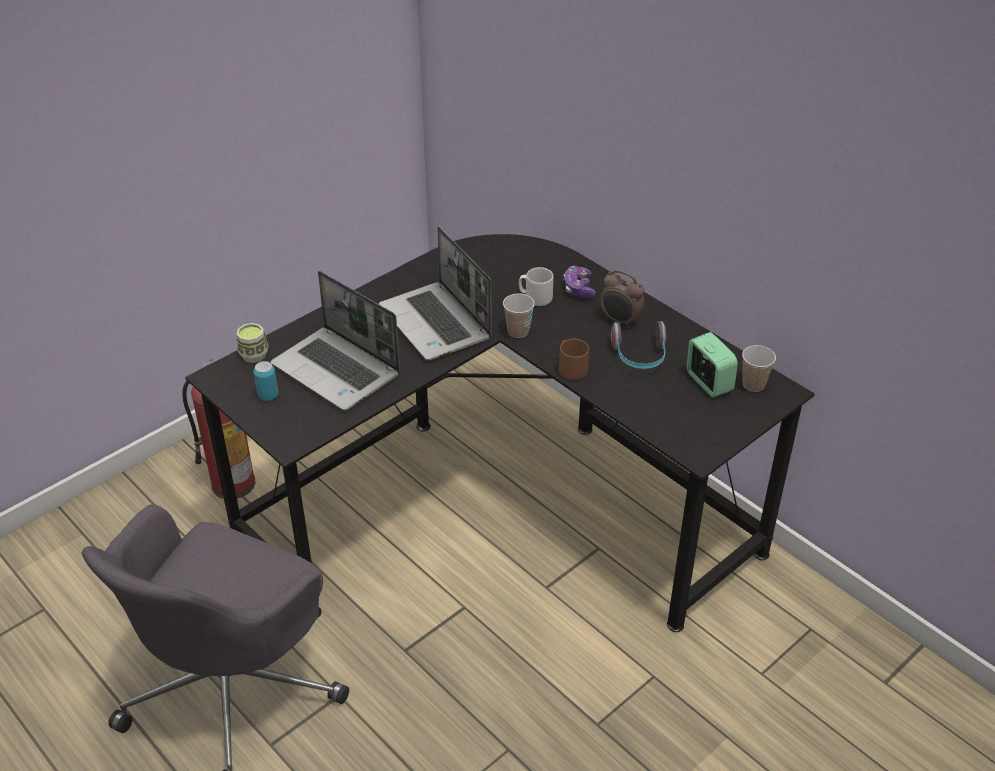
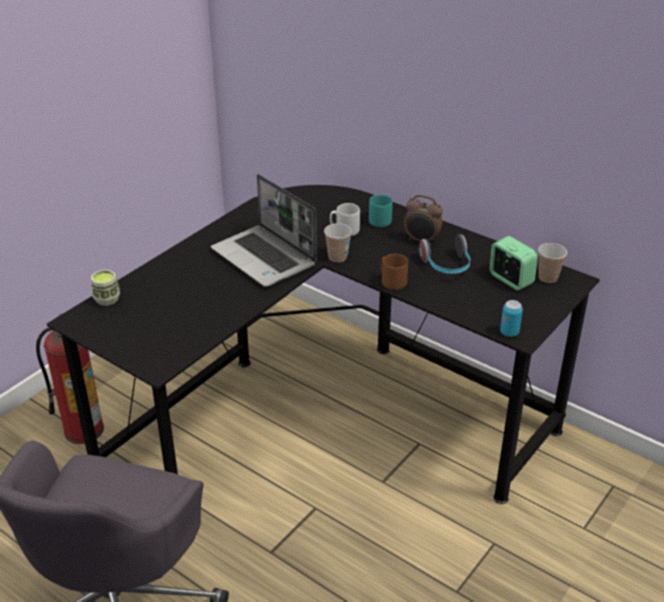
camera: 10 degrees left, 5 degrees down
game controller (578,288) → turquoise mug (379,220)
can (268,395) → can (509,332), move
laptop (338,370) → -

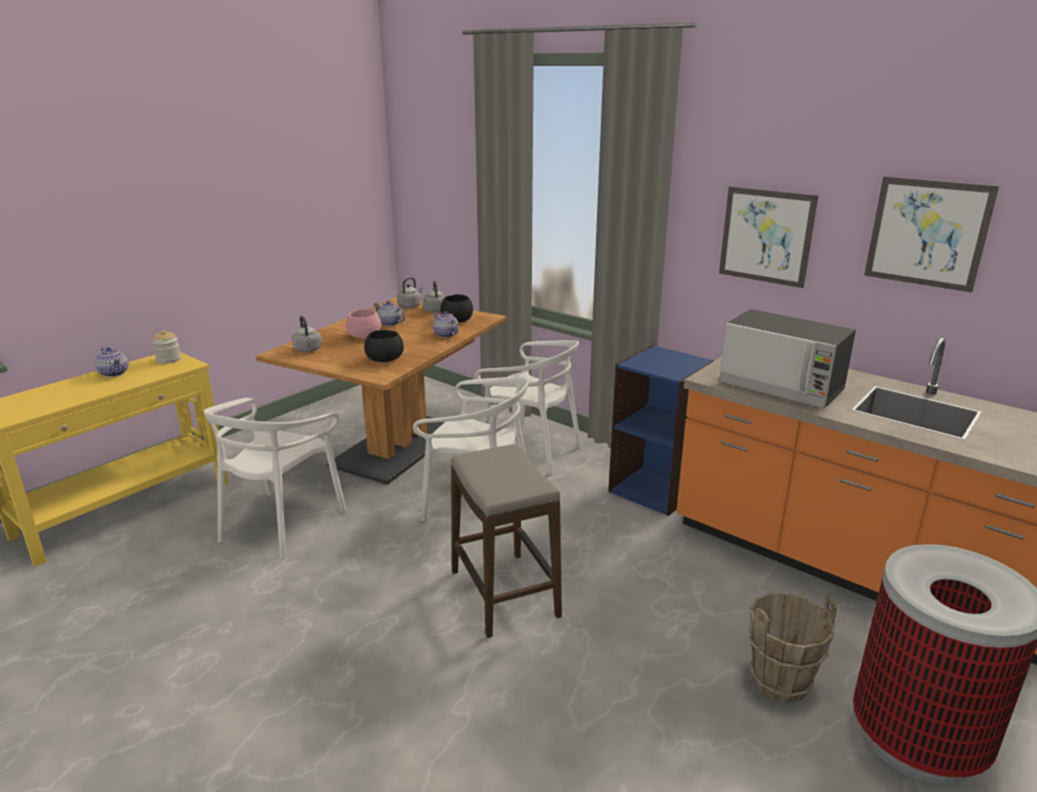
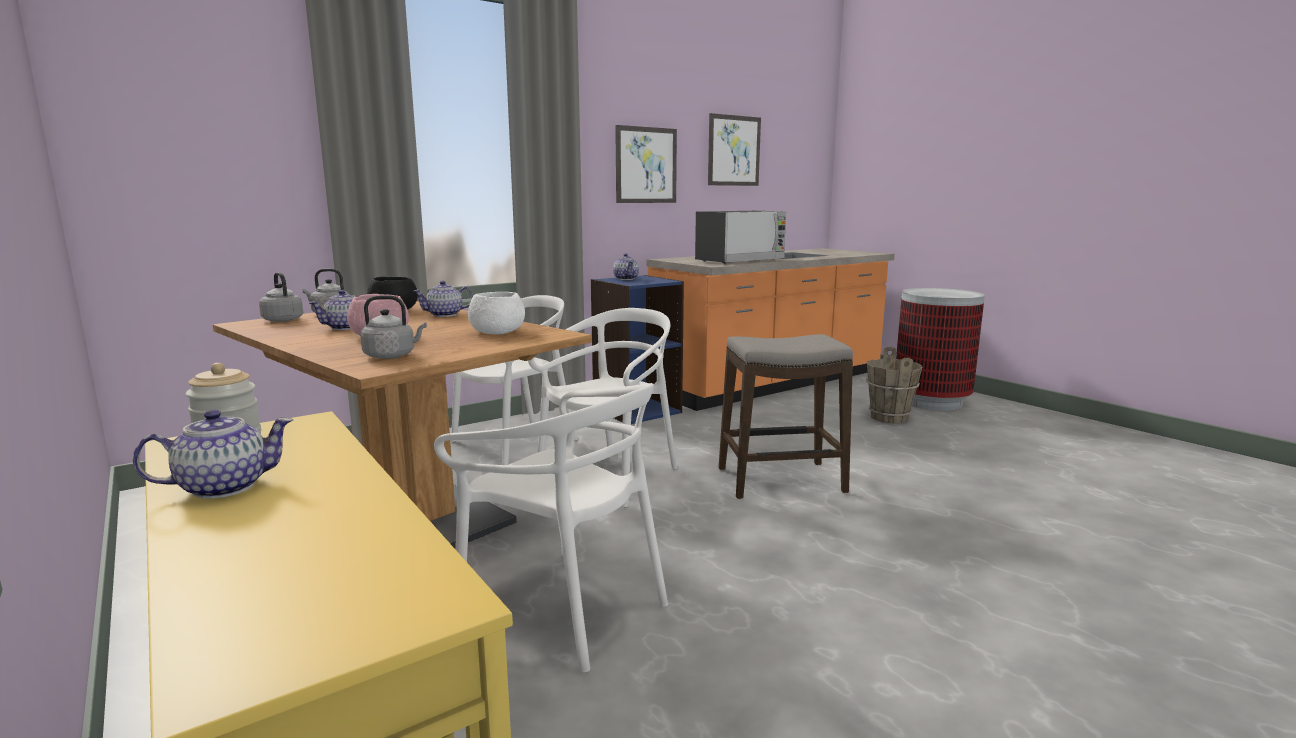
camera: 75 degrees left, 10 degrees down
black bowl (384,359) → white bowl (497,332)
- → teapot (626,278)

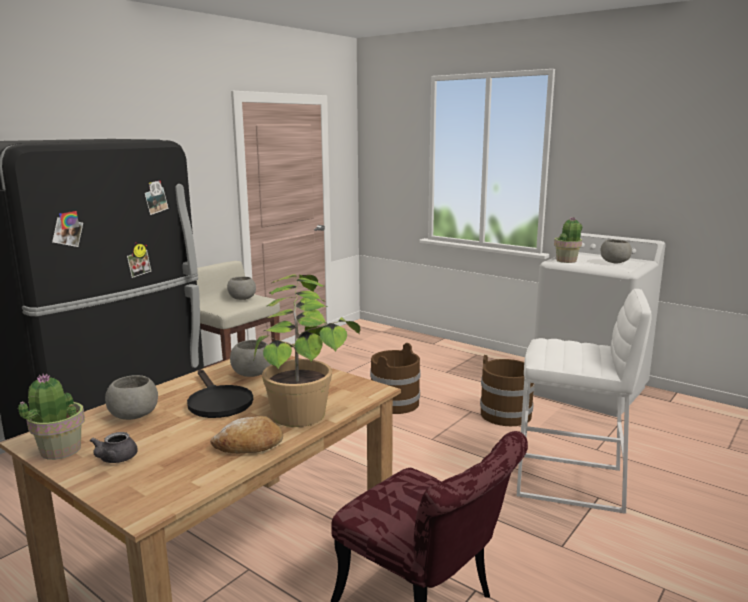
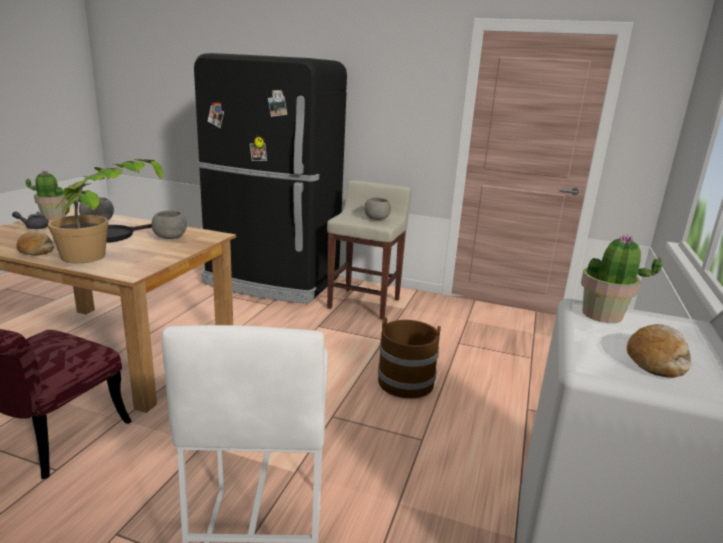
camera: 70 degrees right, 5 degrees up
grey bowl (614,262) → bread (656,360)
brown bucket (505,414) → -

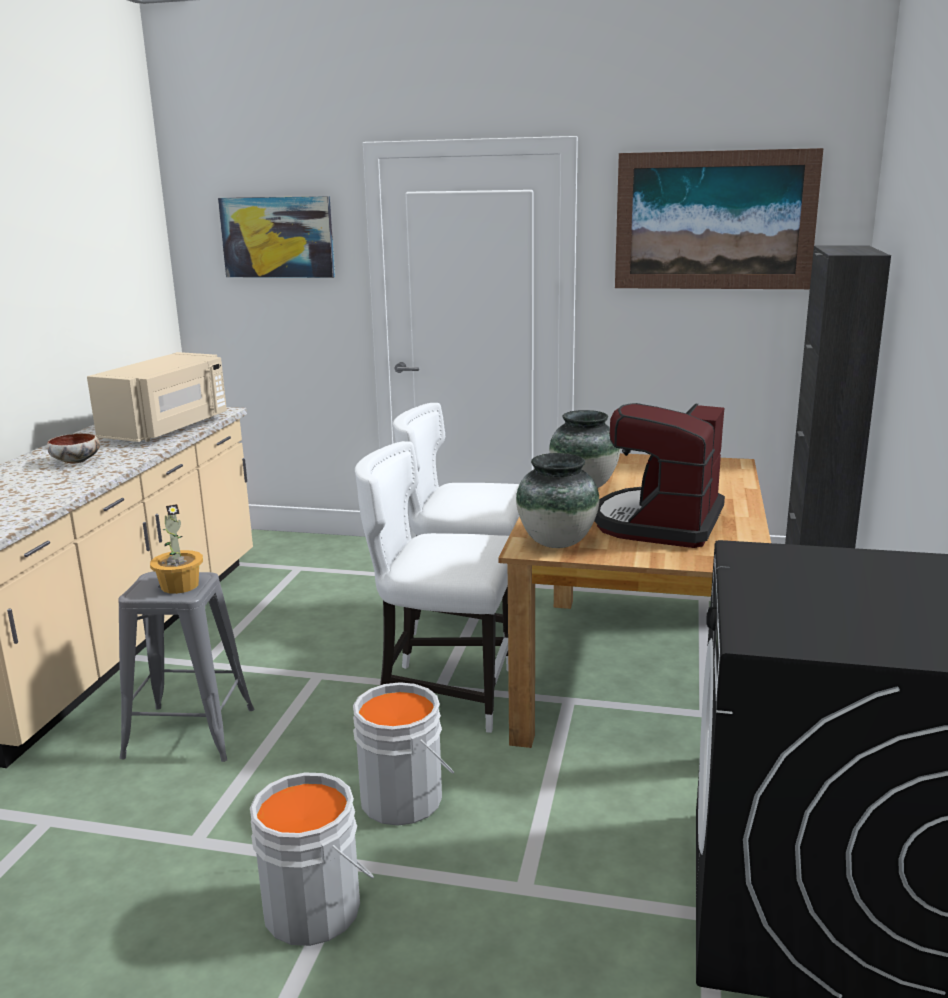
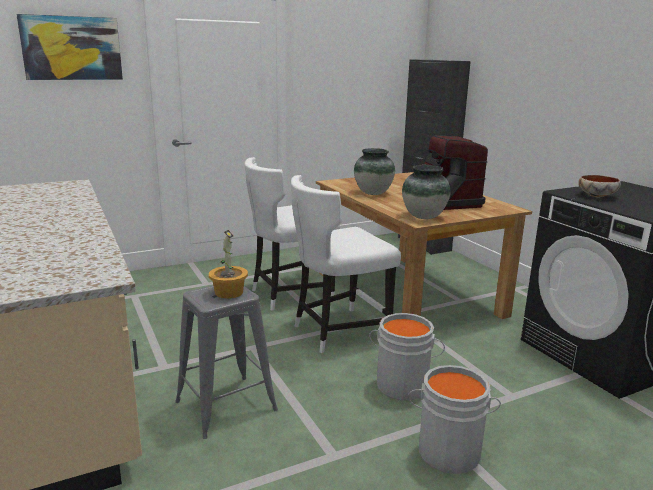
camera: 40 degrees left, 0 degrees up
bowl (76,462) → bowl (597,196), move
beige microwave (168,428) → -
picture (714,221) → -

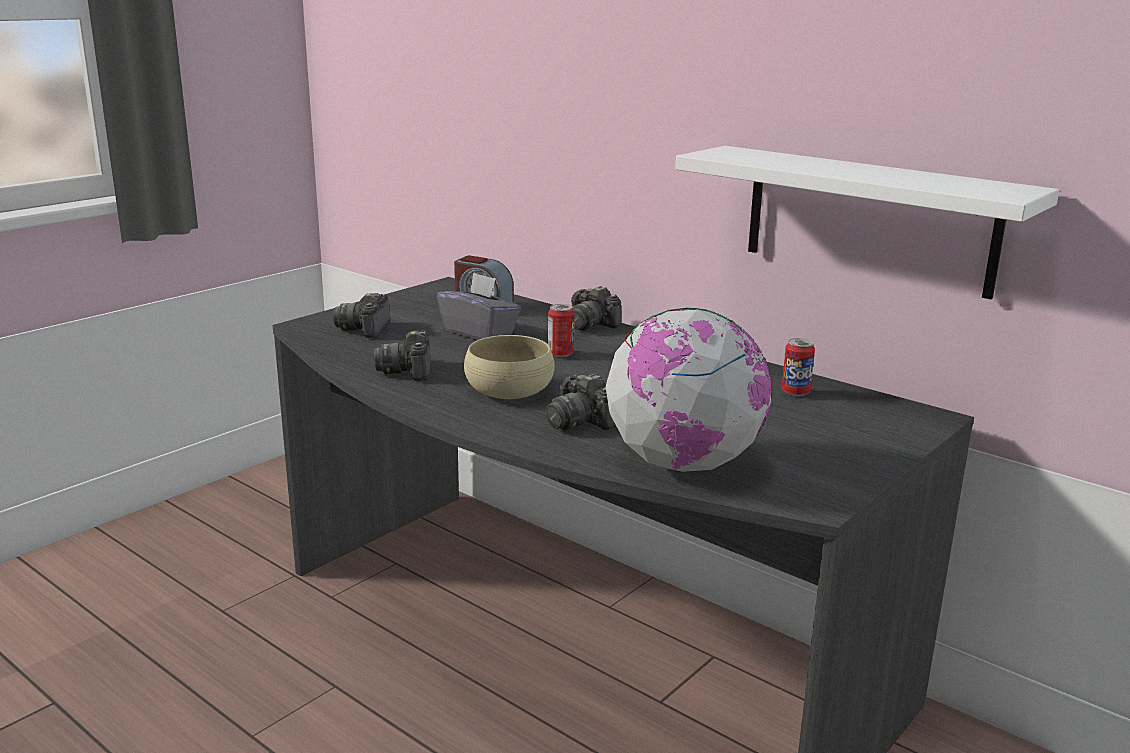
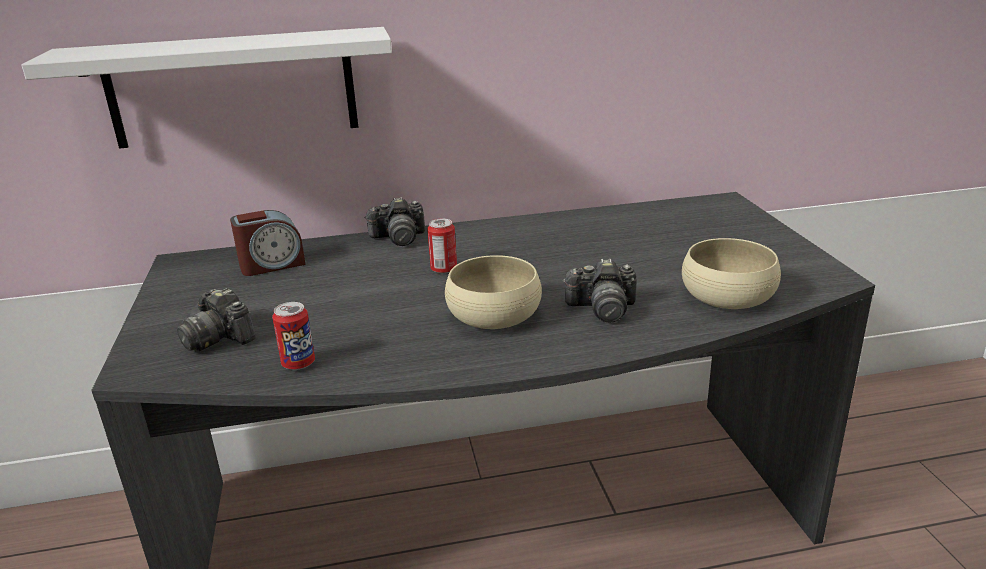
camera: 50 degrees left, 5 degrees up
white shelf (868,219) → white shelf (233,88), move
can (795,392) → can (298,363), move
globe (684,463) → beige bowl (727,297)
photo camera (409,371) → -
grey tissue box (479,333) → -

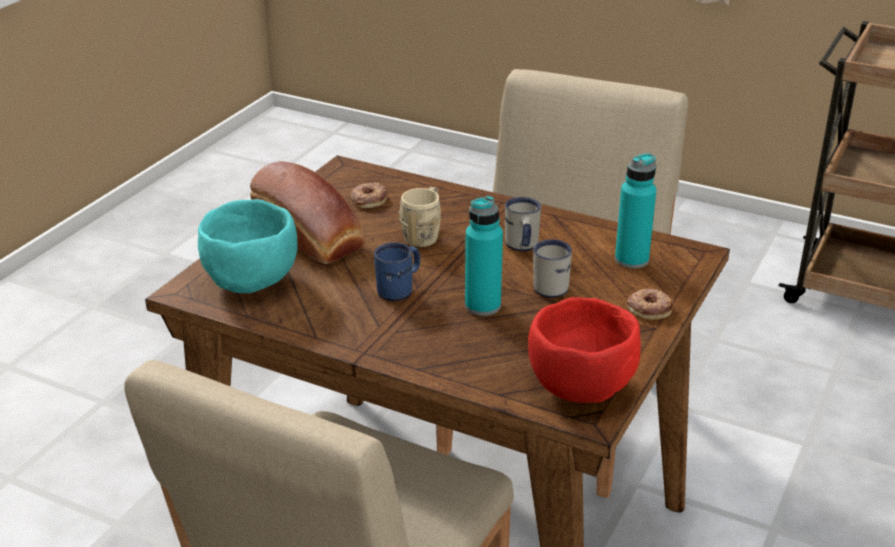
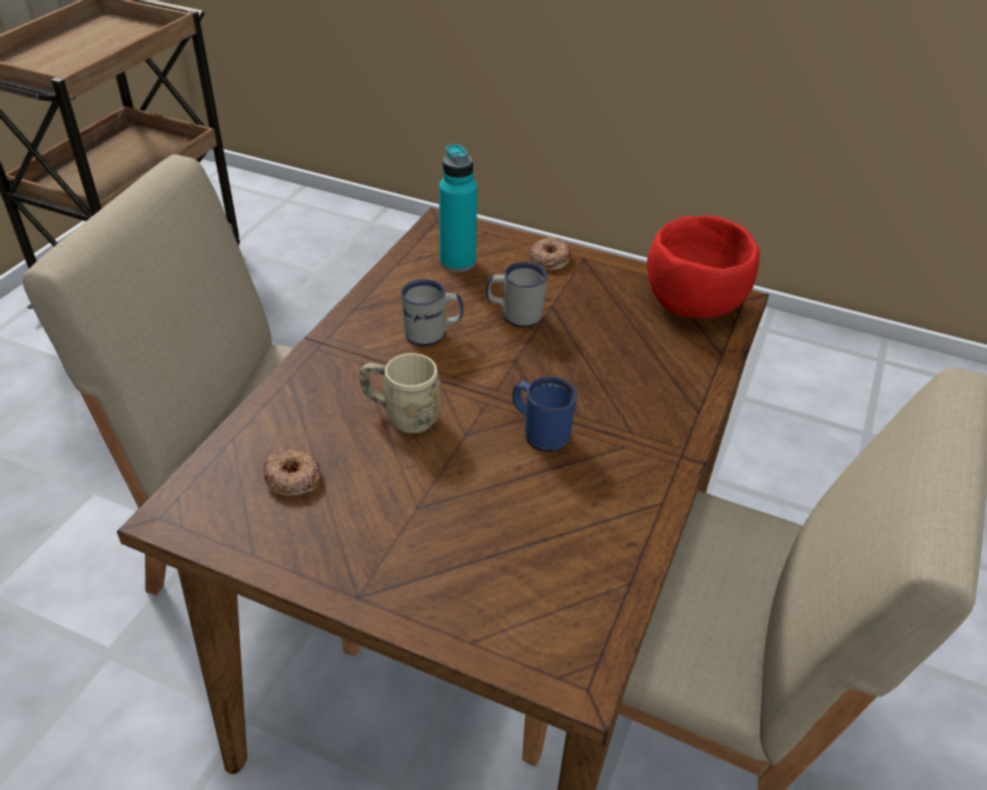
camera: 95 degrees left, 10 degrees up
turquoise bowl (253,280) → -
bread (312,238) → -
turquoise bottle (482,306) → -

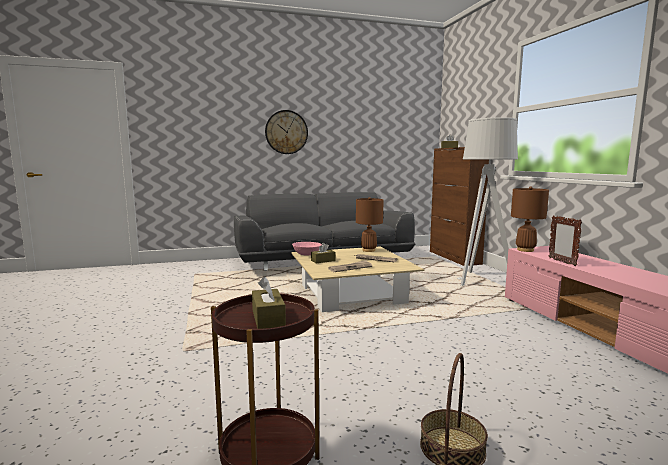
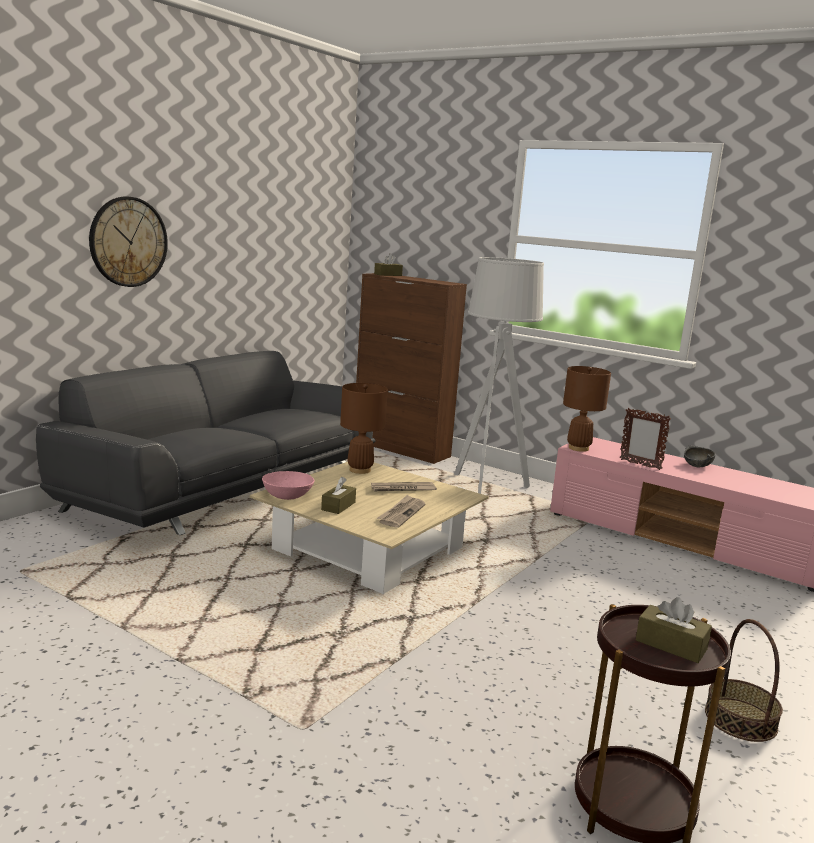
camera: 40 degrees left, 5 degrees up
- → grey bowl (697,466)

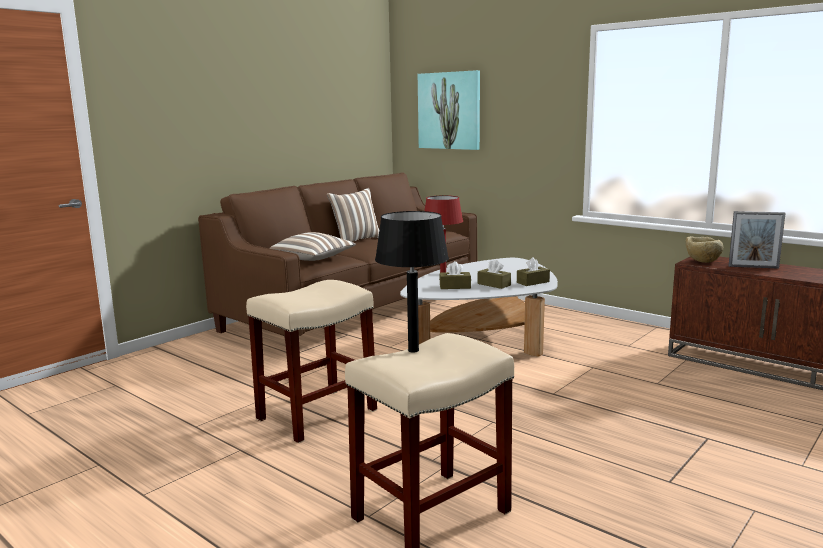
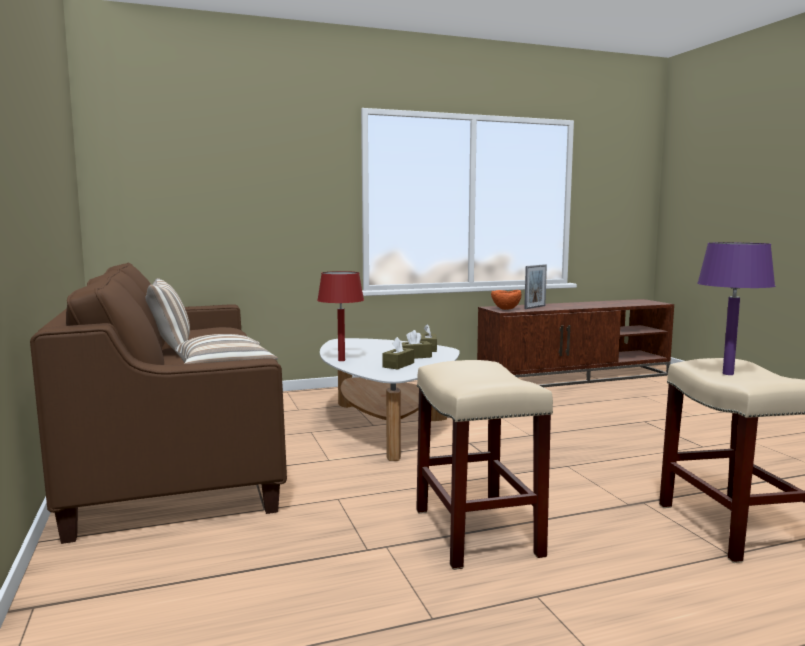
camera: 60 degrees left, 5 degrees down
beige bowl (701,262) → orange bowl (505,309)
black table lamp (413,350) → purple table lamp (728,374)
picture (449,110) → -

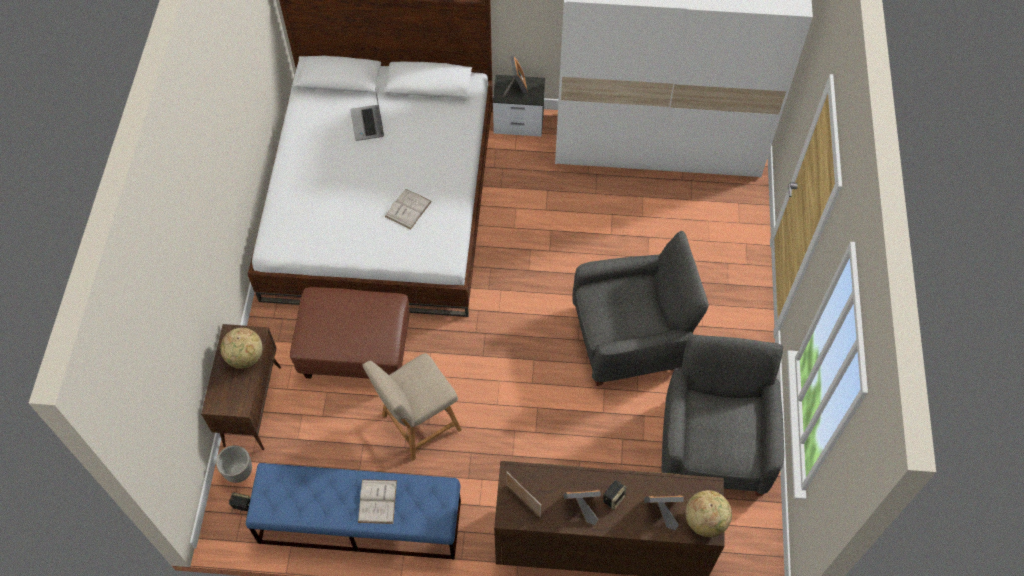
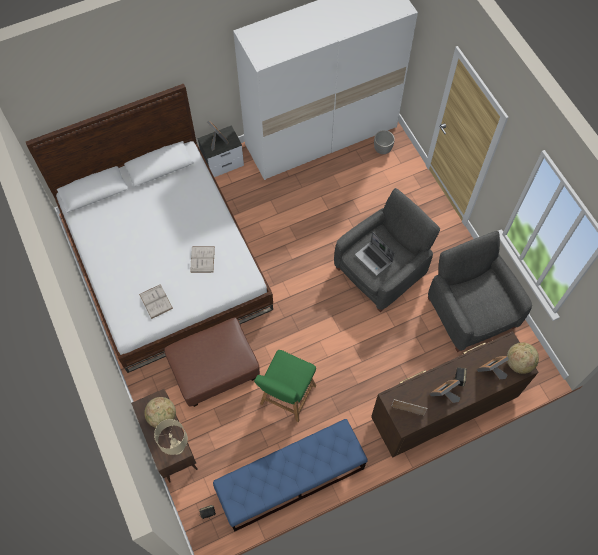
camera: 30 degrees left, 5 degrees up
white book (377,501) → white book (156,301), move
- → beige table lamp (177,447)
beige chair (418,425) → green chair (286,397)
laptop (368,124) → laptop (374,259), move
planter (239,472) → planter (382,149), move

